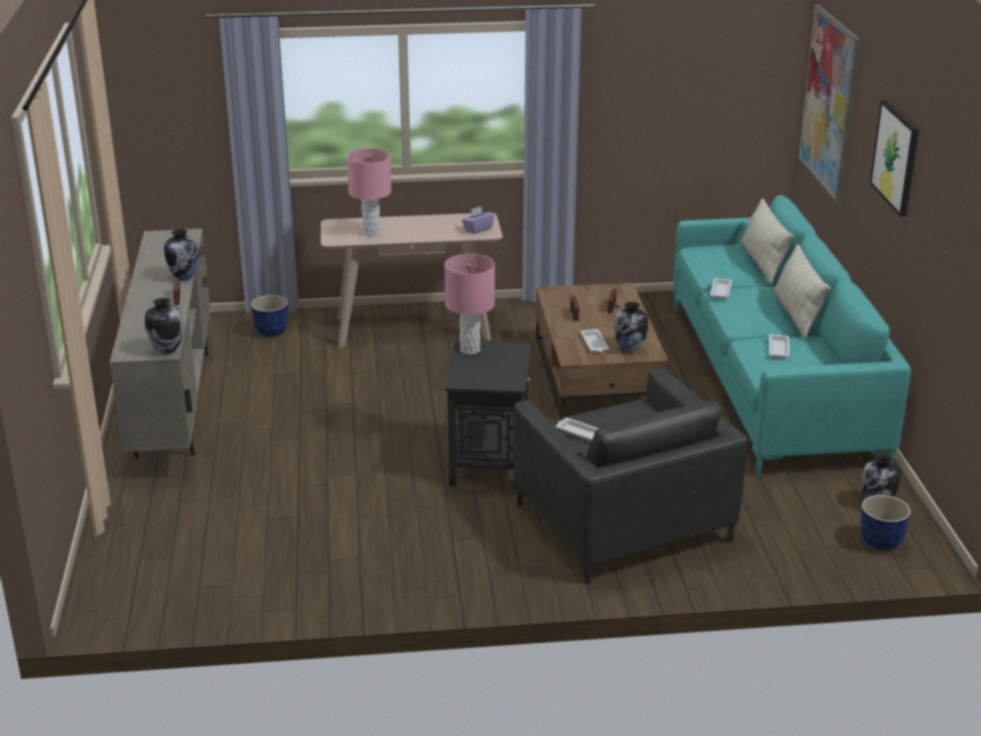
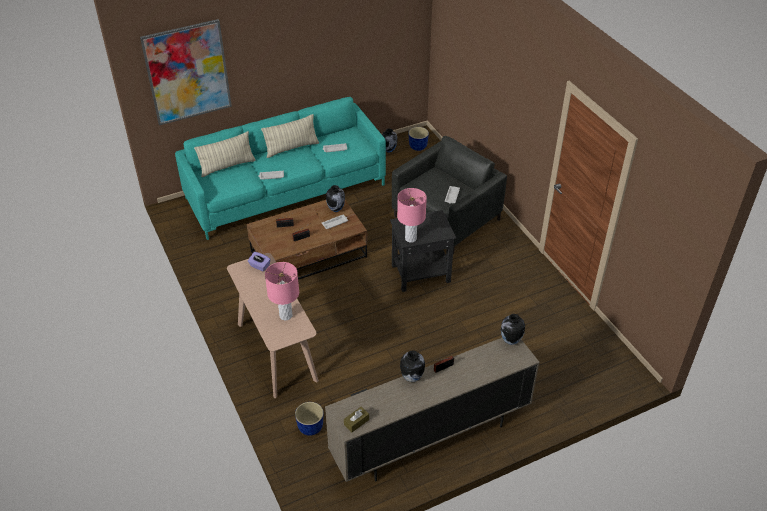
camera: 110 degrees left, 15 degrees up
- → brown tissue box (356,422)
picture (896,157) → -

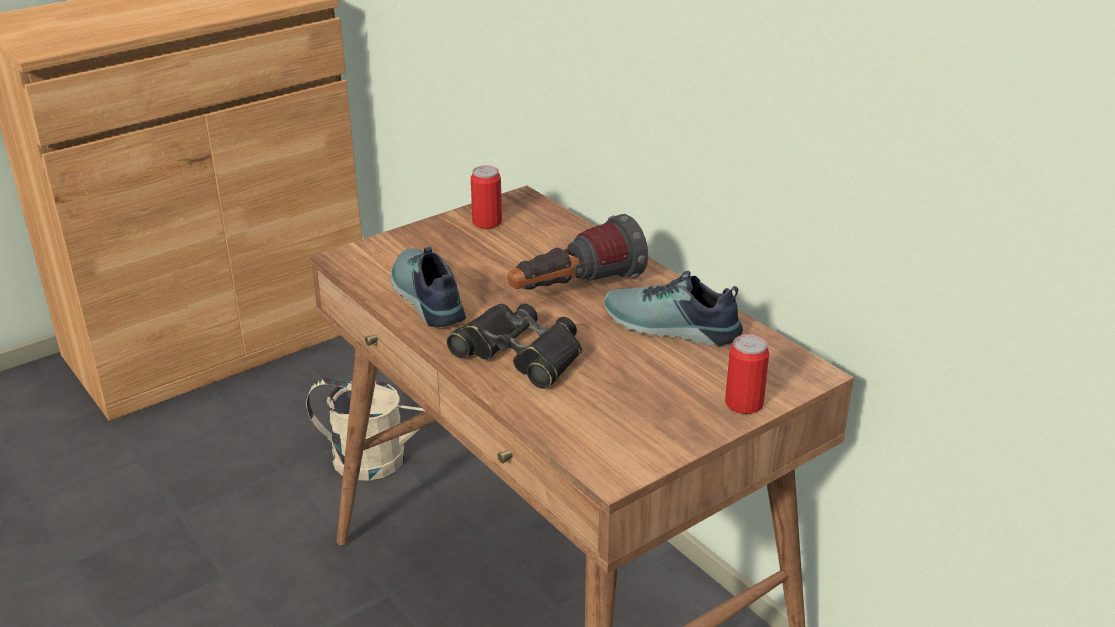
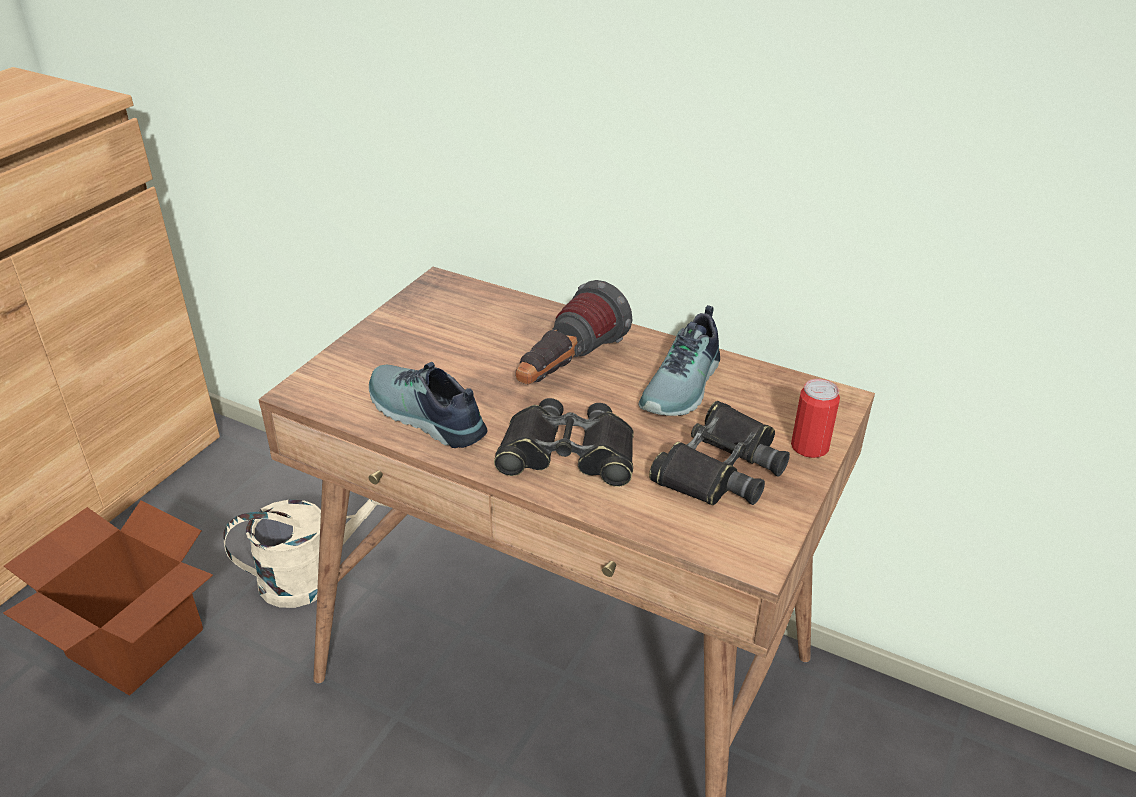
camera: 25 degrees left, 5 degrees up
- → cardboard box (136,642)
shoe (670,328) → shoe (685,386), 60 degrees counterclockwise
- → black binoculars (720,467)
can (487,222) → -

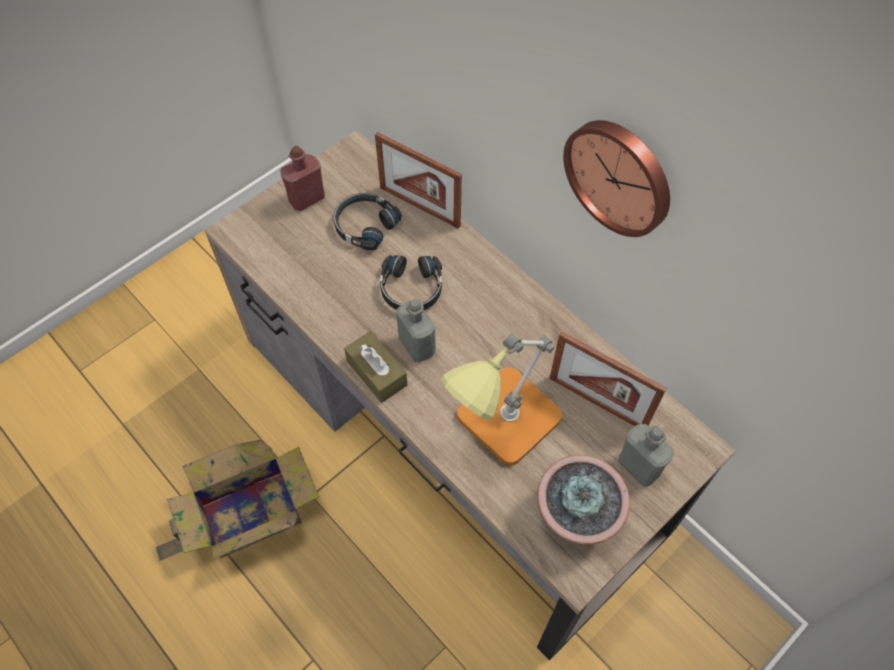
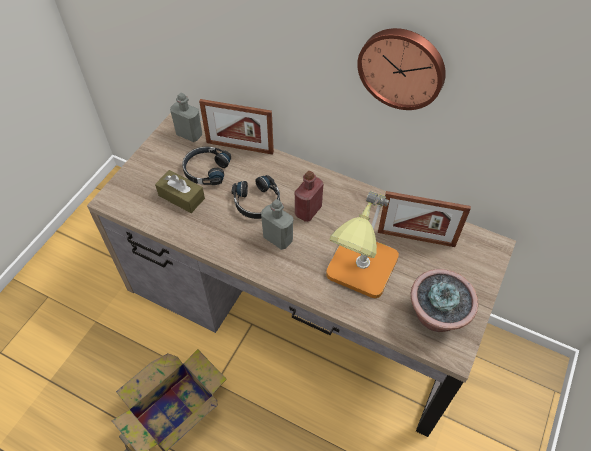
camera: 20 degrees left, 5 degrees down
brown tissue box (376,373) → brown tissue box (181,197), move
grey bottle (639,467) → grey bottle (189,134), move
red bottle (307,199) → red bottle (308,211), move

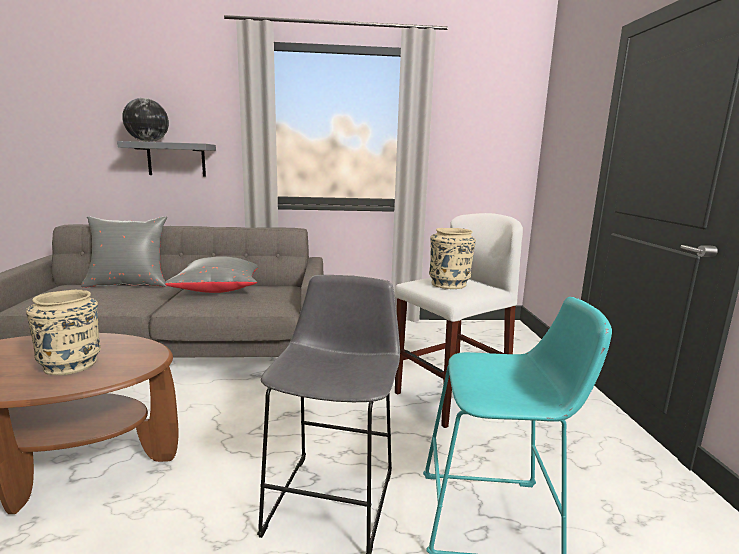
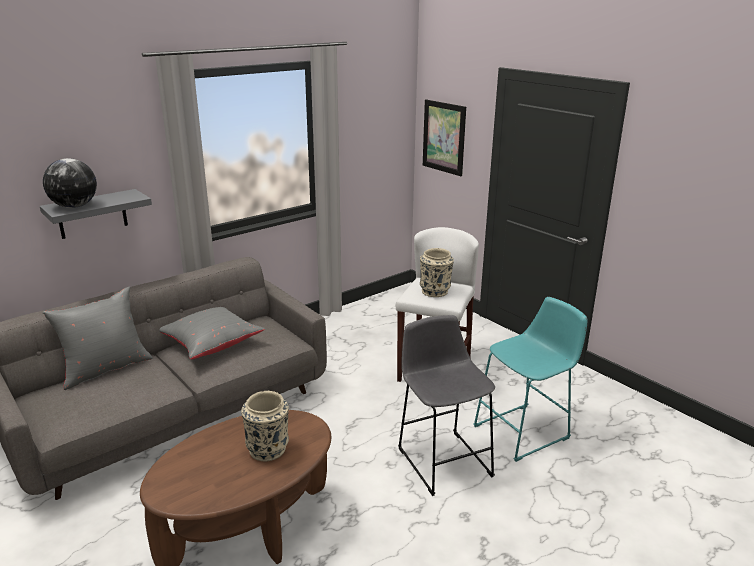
camera: 35 degrees left, 10 degrees up
- → picture (444,137)

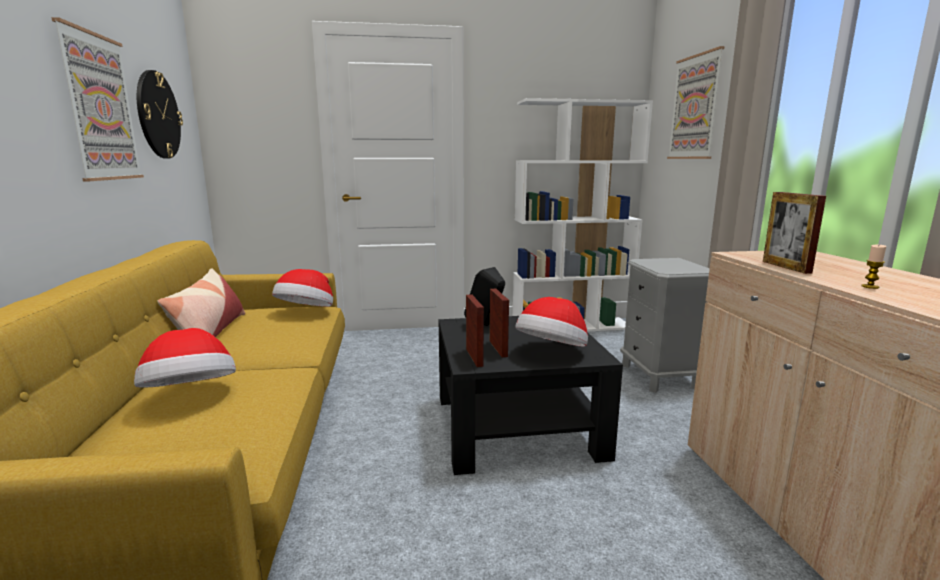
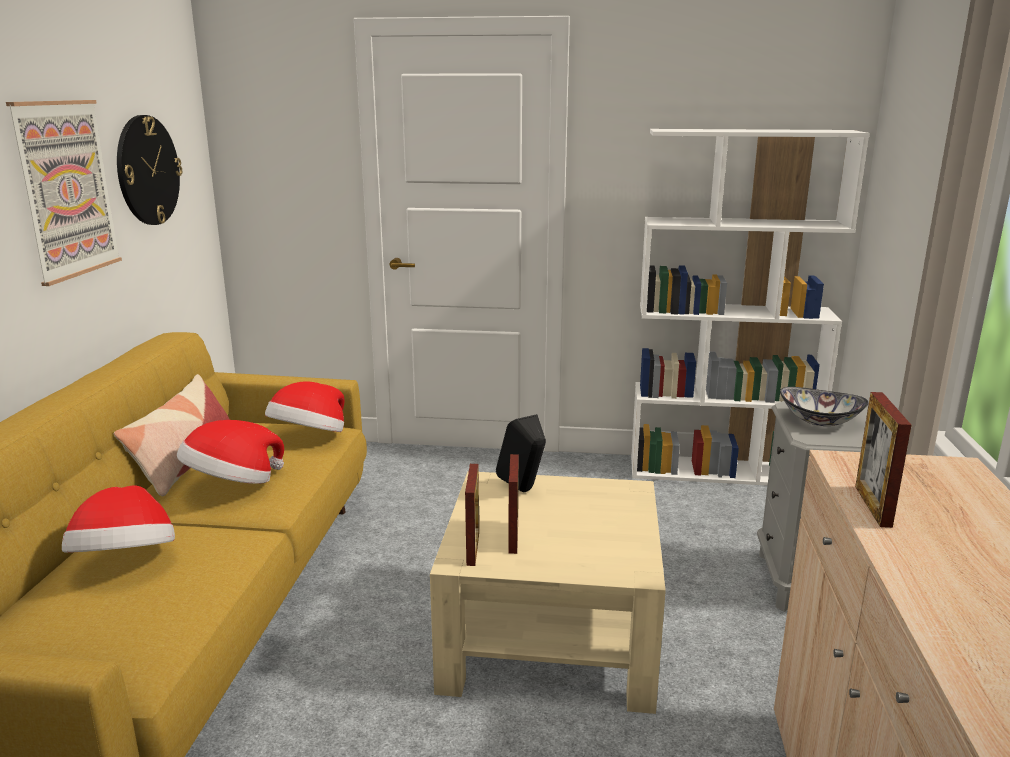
camera: 15 degrees right, 5 degrees up
hat (552,352) → hat (232,484), move
black coffee table (517,425) → beige coffee table (550,634)
- → bowl (820,421)
picture (695,107) → -
candle (870,287) → -

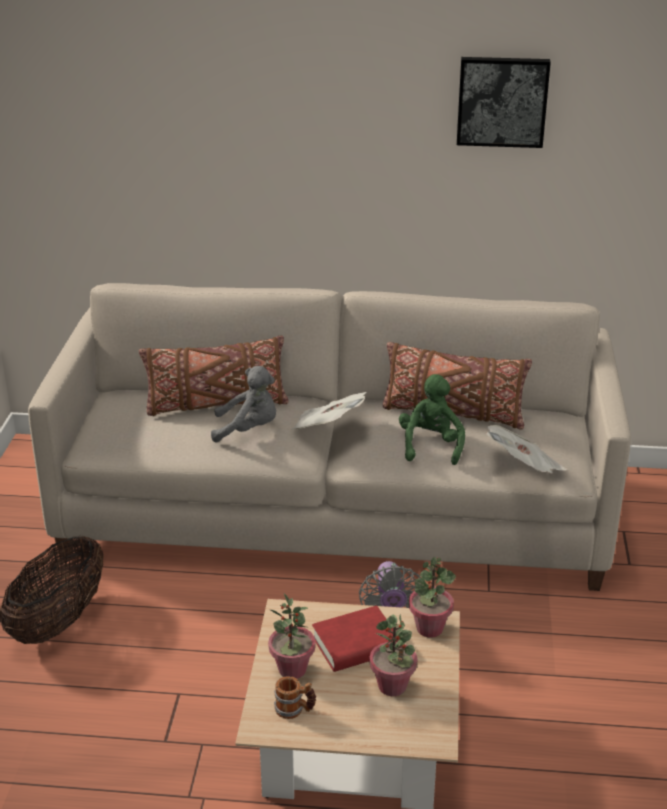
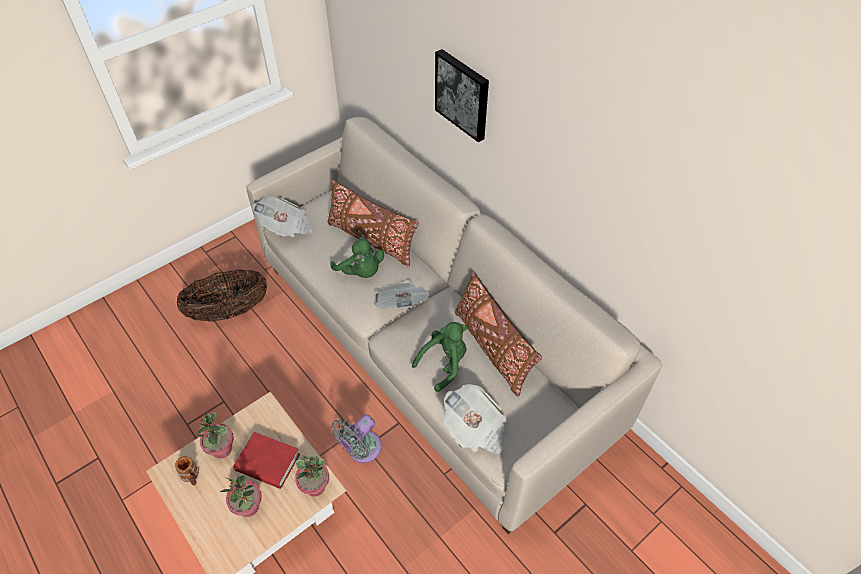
camera: 45 degrees right, 20 degrees up
- → newspaper (286,227)
grey plush toy (248,429) → green plush toy (361,272)
picture (502,101) → picture (463,94), move

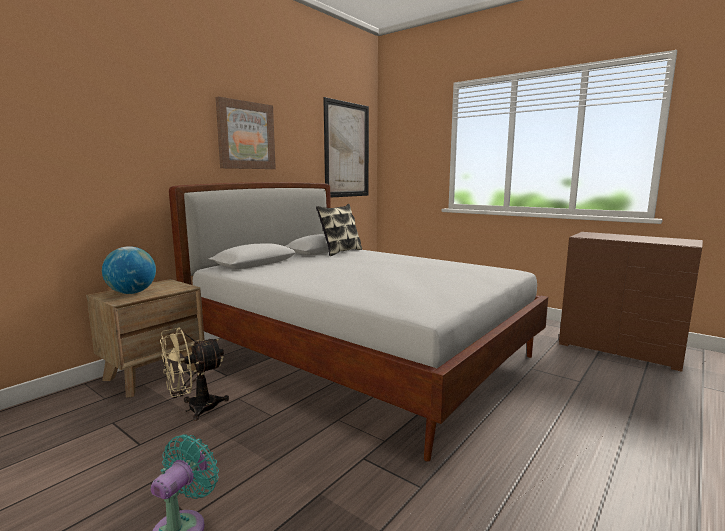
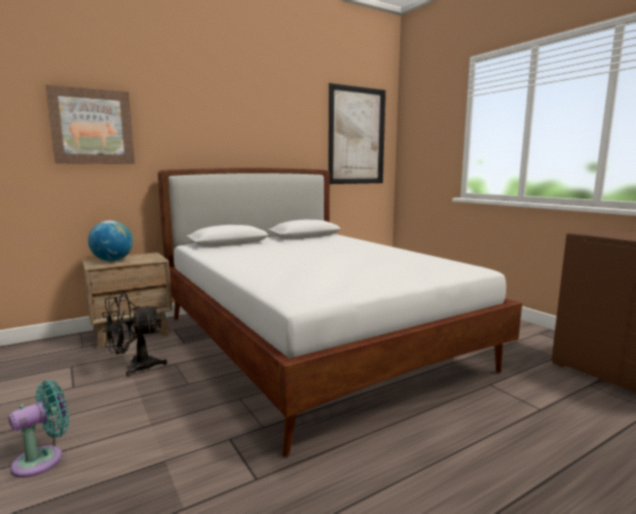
camera: 20 degrees right, 0 degrees up
picture (246,135) → picture (92,127), move
beige fan (194,409) → black fan (135,367)
pillow (340,252) → -

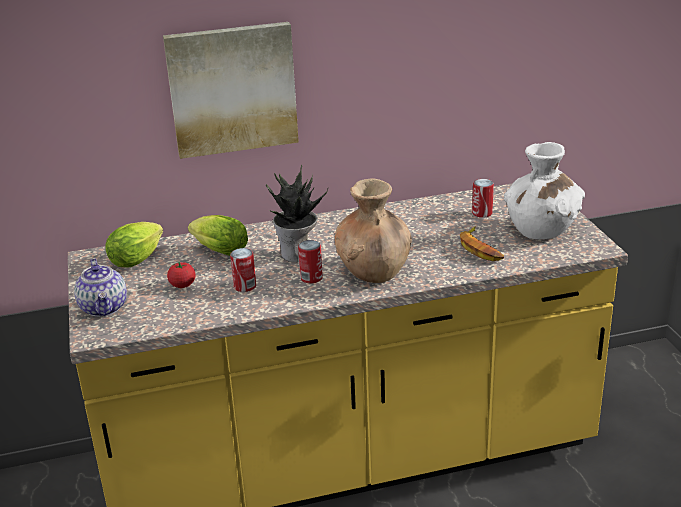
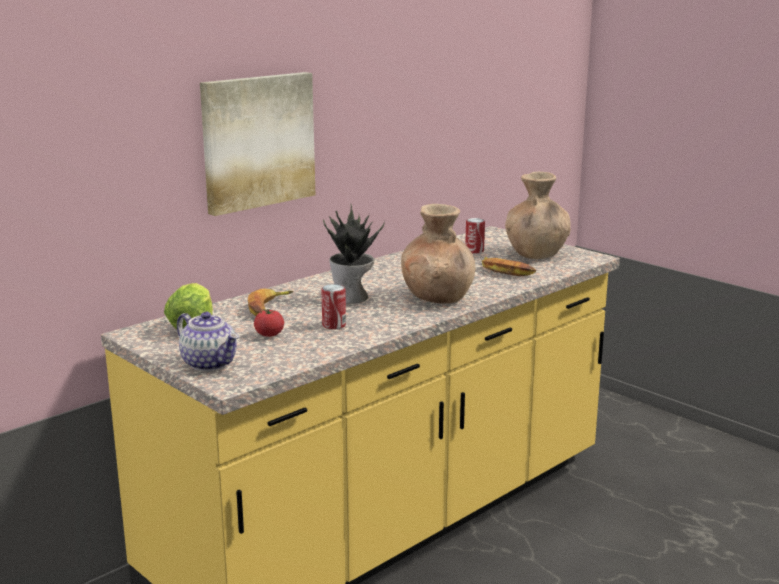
camera: 30 degrees left, 10 degrees down
lettuce (217,251) → banana (269,307)
white vase (541,230) → brown vase (536,254)
can (311,278) → -

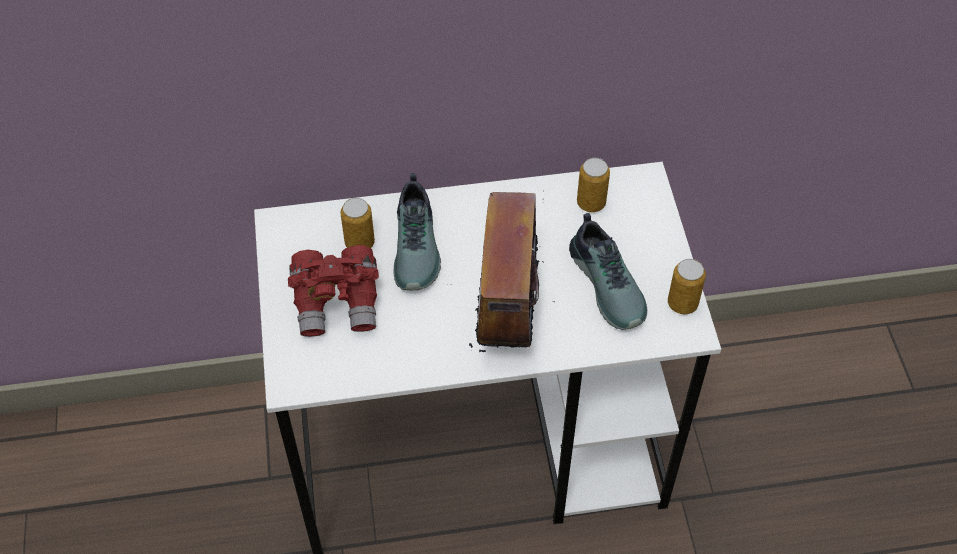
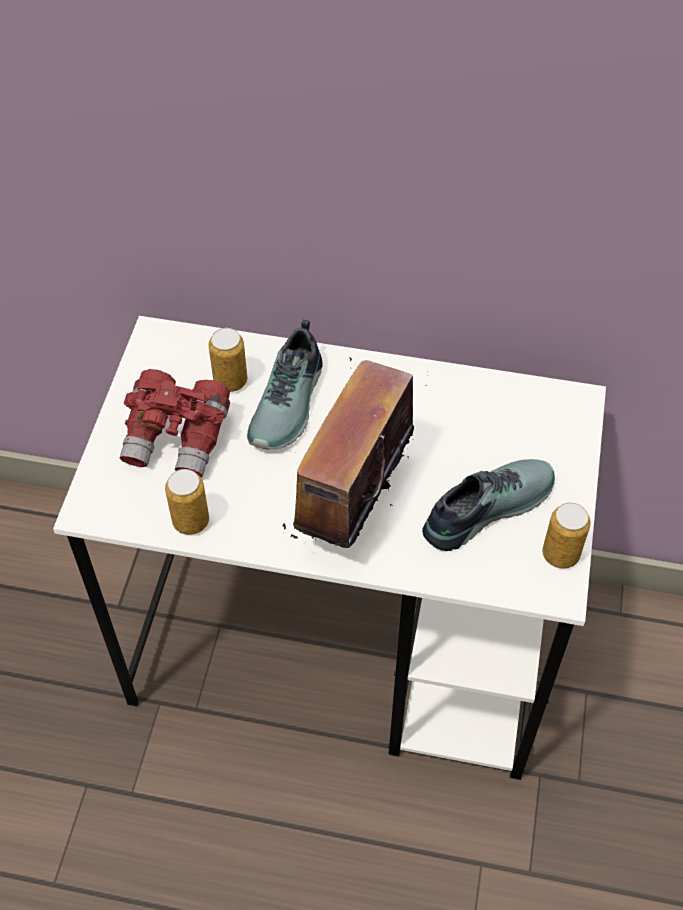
camera: 20 degrees right, 0 degrees up
can (591,203) → can (191,521), move
shoe (609,284) → shoe (485,506), 120 degrees counterclockwise

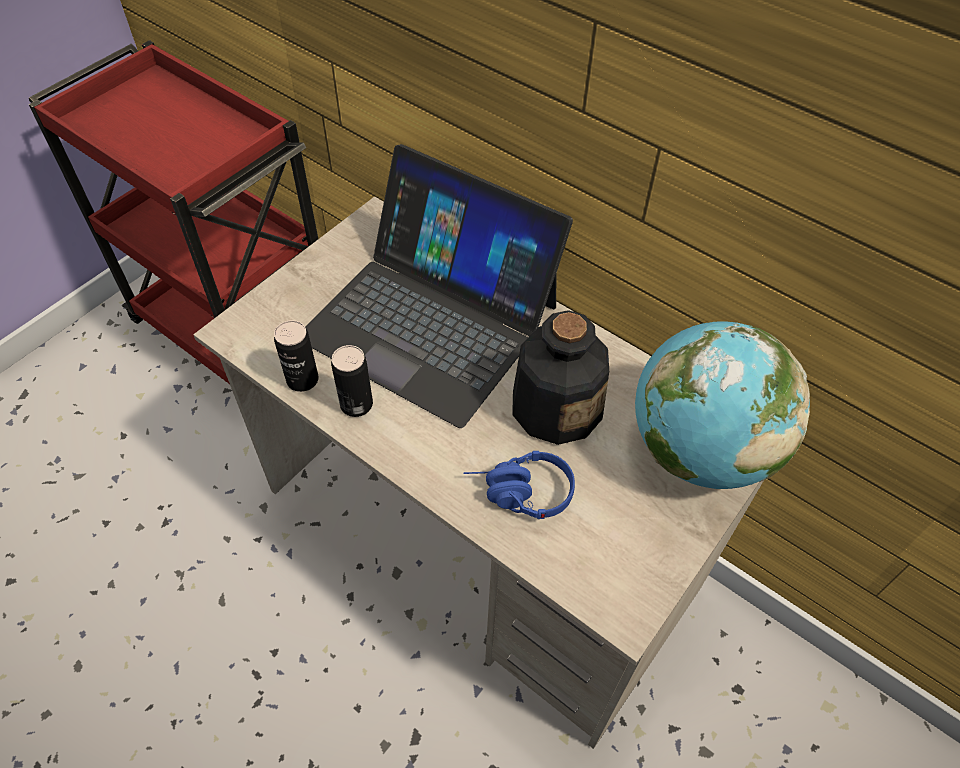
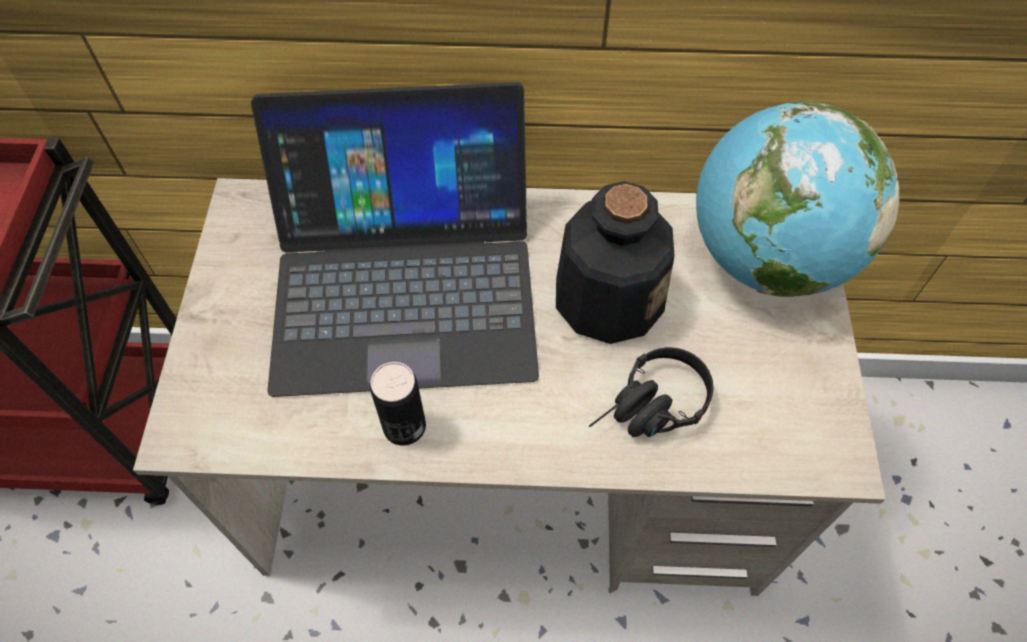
camera: 35 degrees left, 5 degrees up
blue headphones (518,494) → black headphones (649,411)
can (302,380) → -

